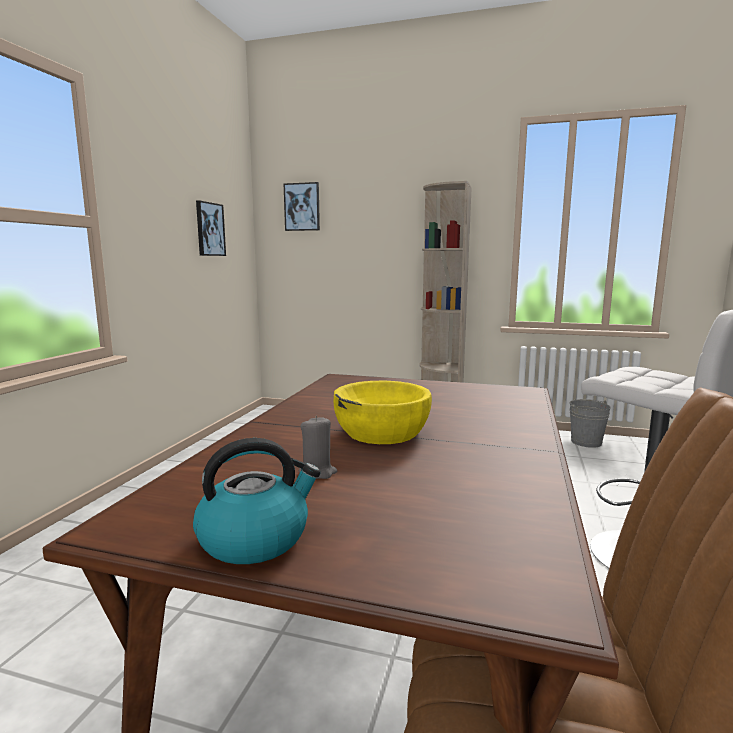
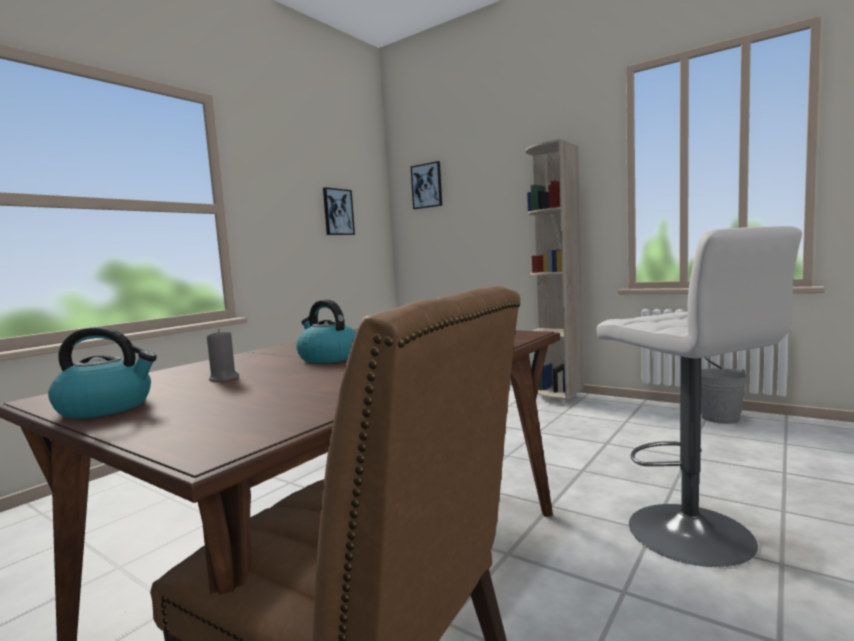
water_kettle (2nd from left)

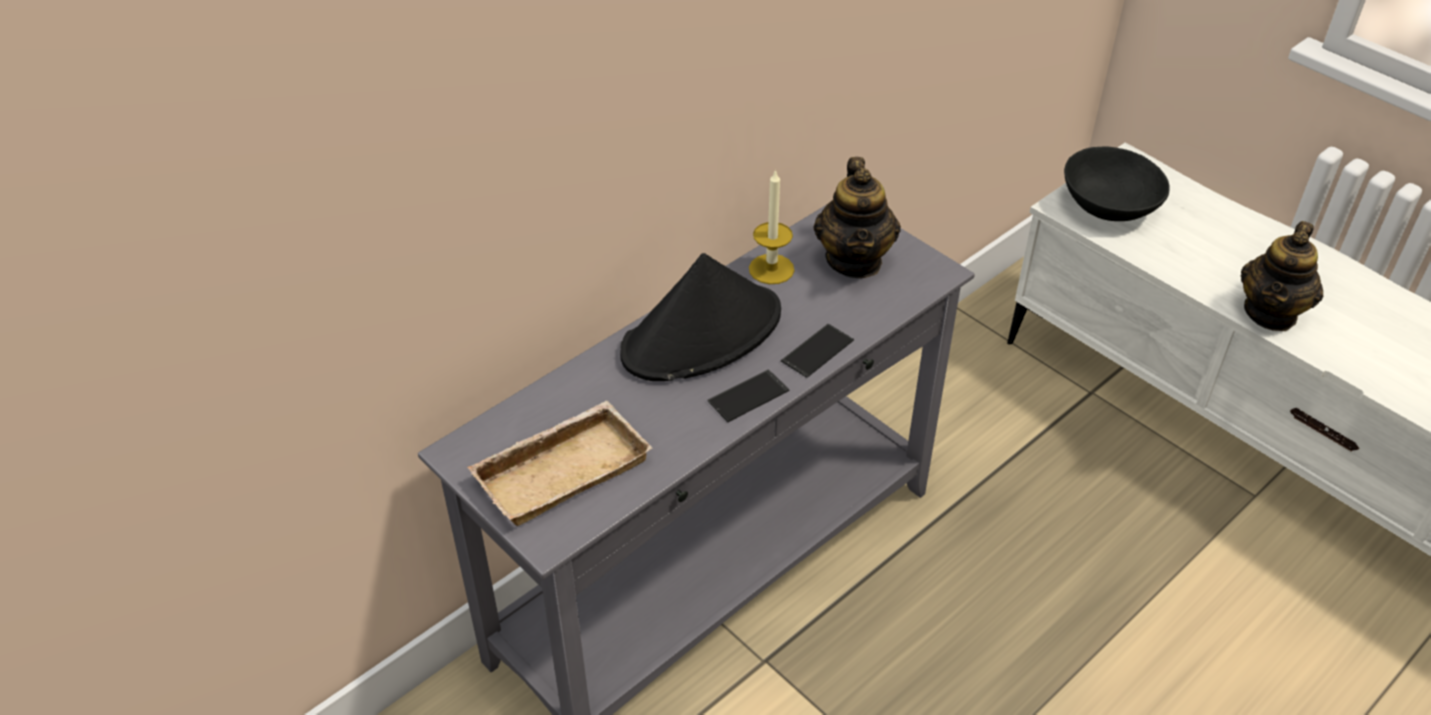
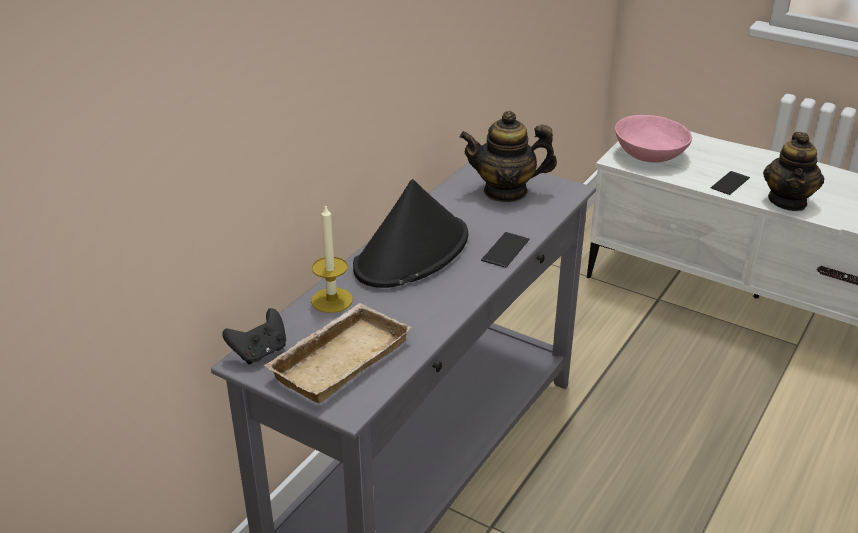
pink_bowl
tea_pot (1st from left)
wax_candle
telephone (2nd from left)
black-coloured_game_controller

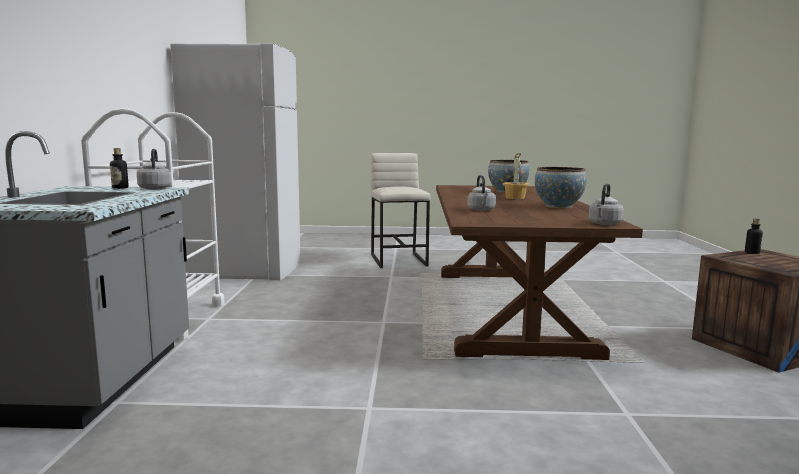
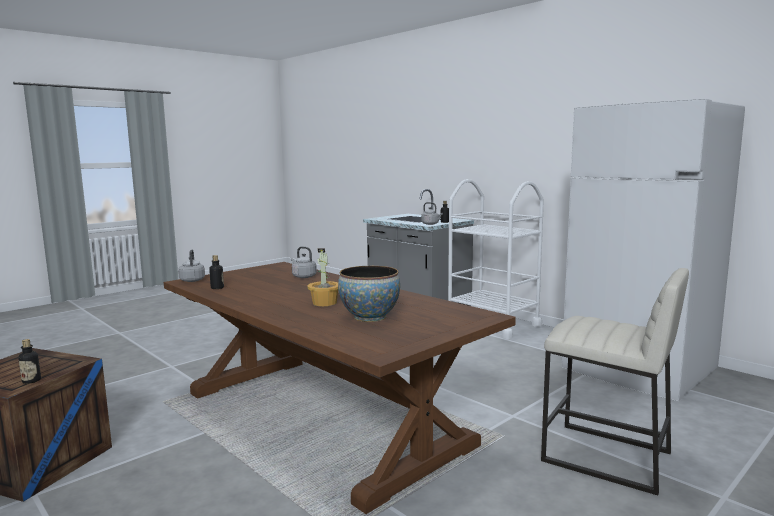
bowl (2nd from left in the first image)
beverage_bottle (2nd from left)

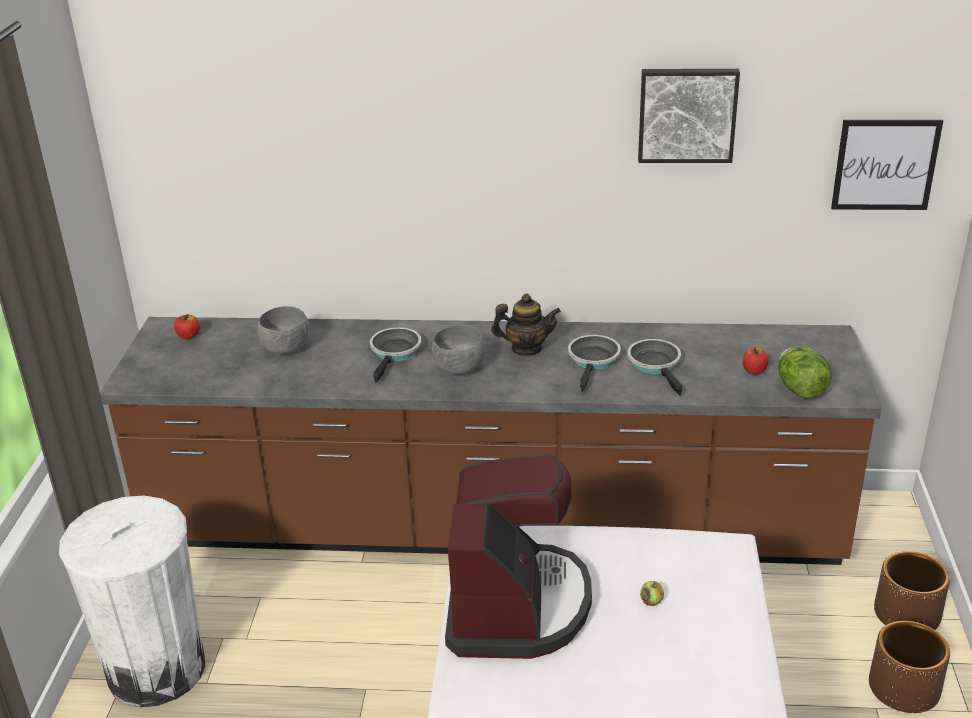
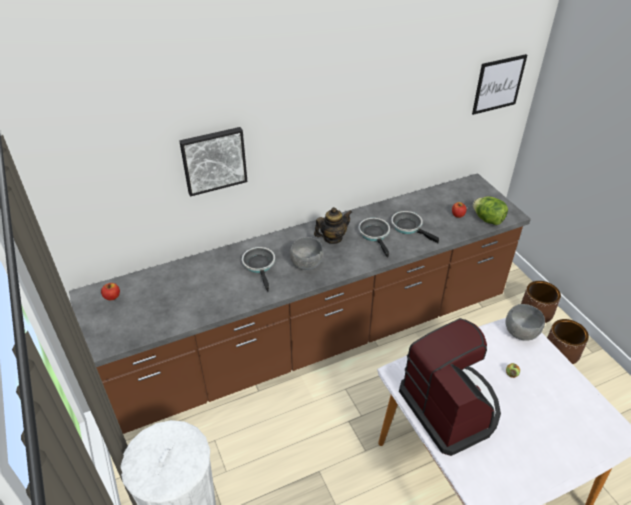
picture (1st from left)
gray_bowl (2nd from left)

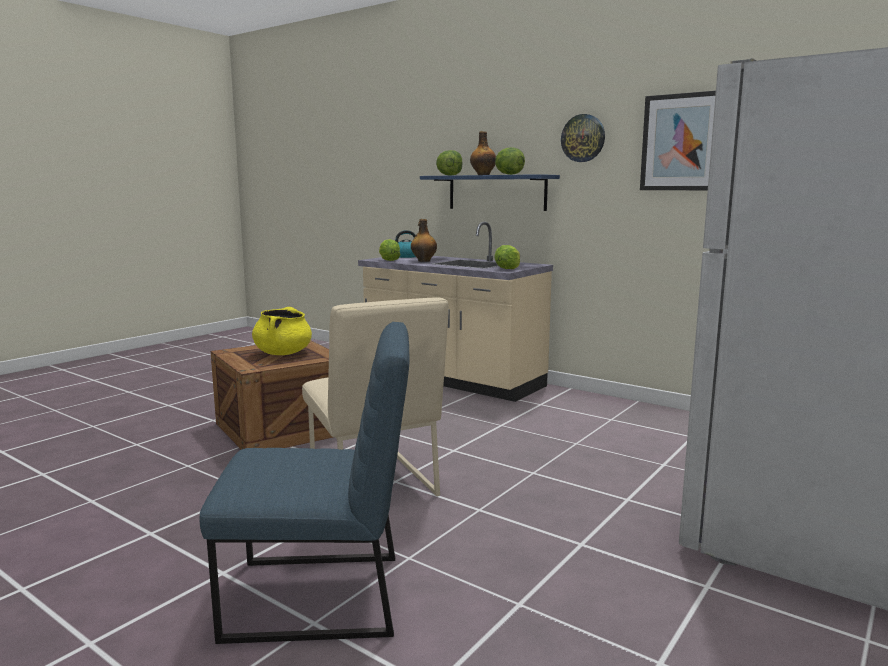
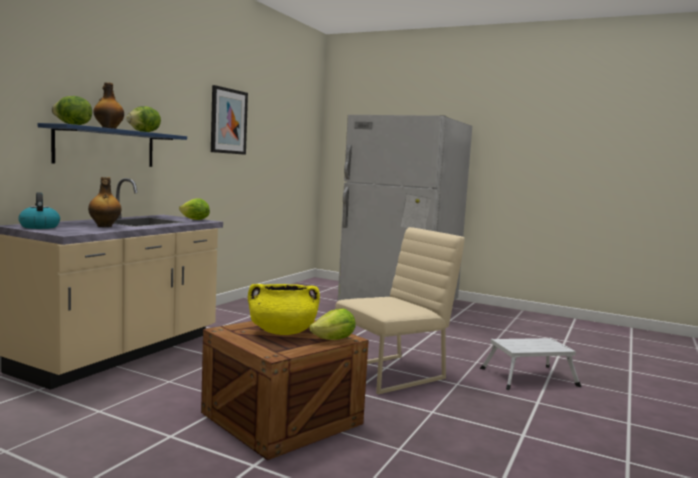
clock_on_the_wall
lettuce (4th from left)
white-coloured_stepladder

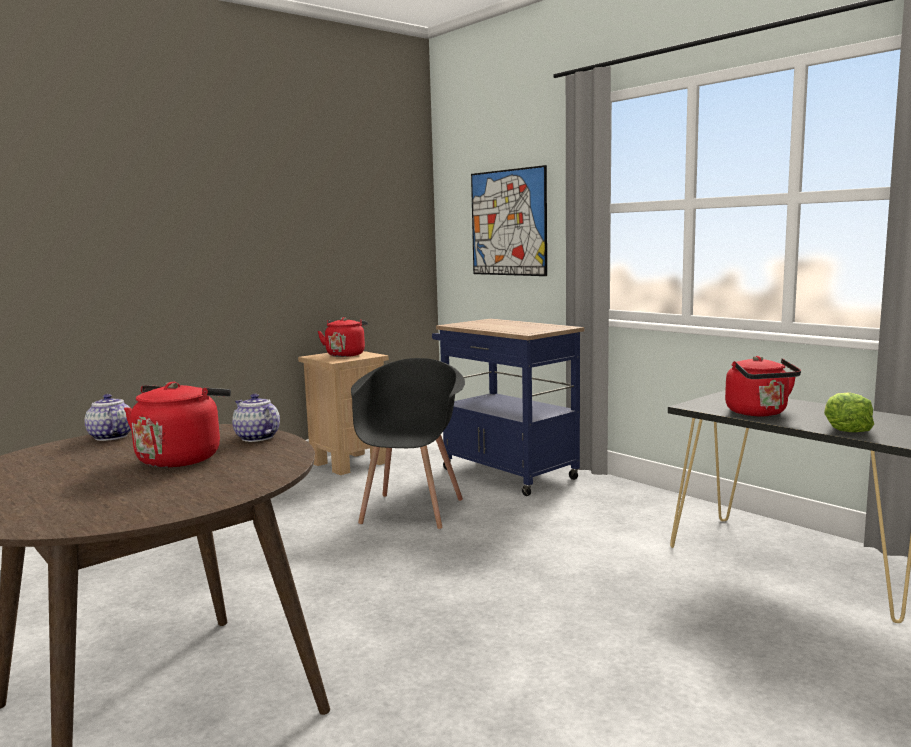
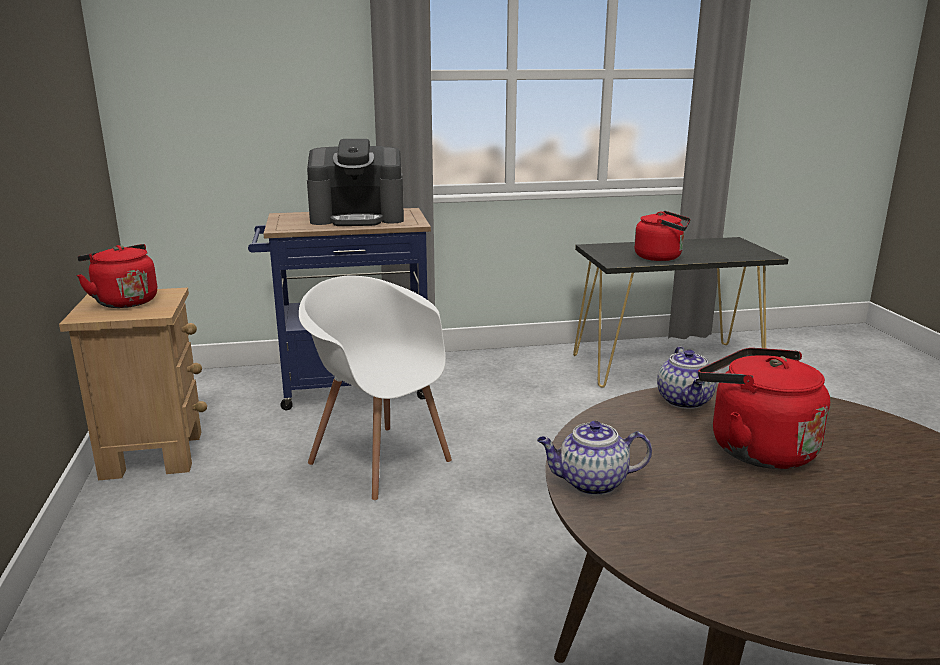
picture
white-coloured_upright_chair
lettuce
tea_pot (2nd from left)
coffee_maker

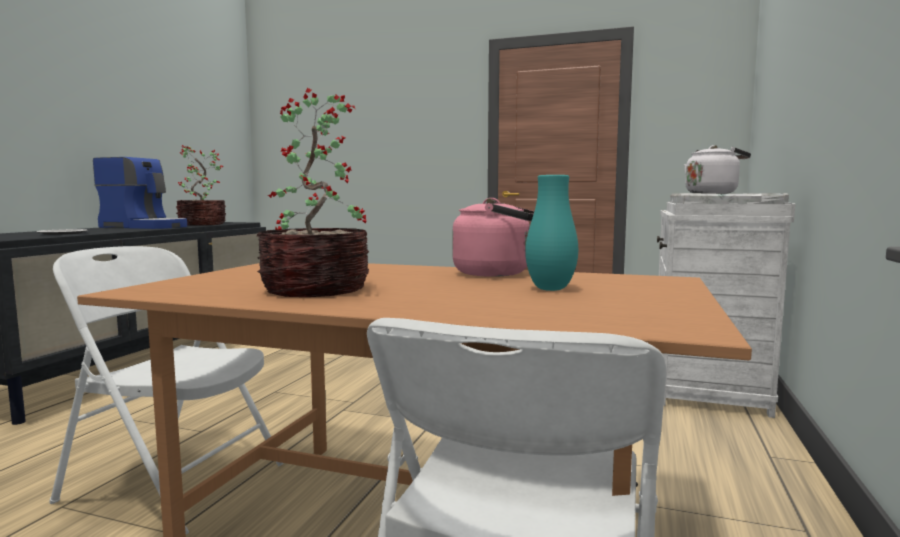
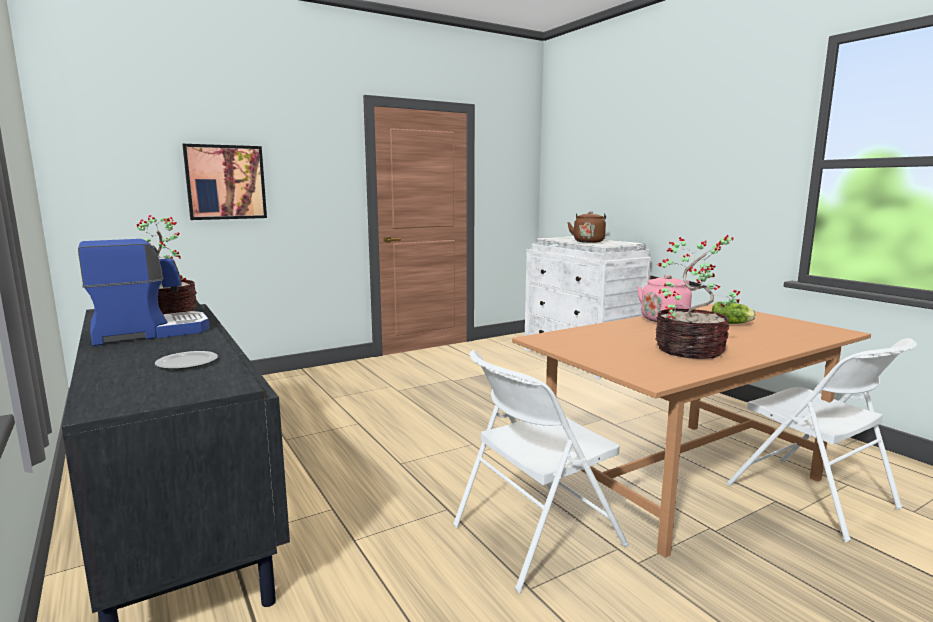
brownish_water_kettle
lettuce
picture

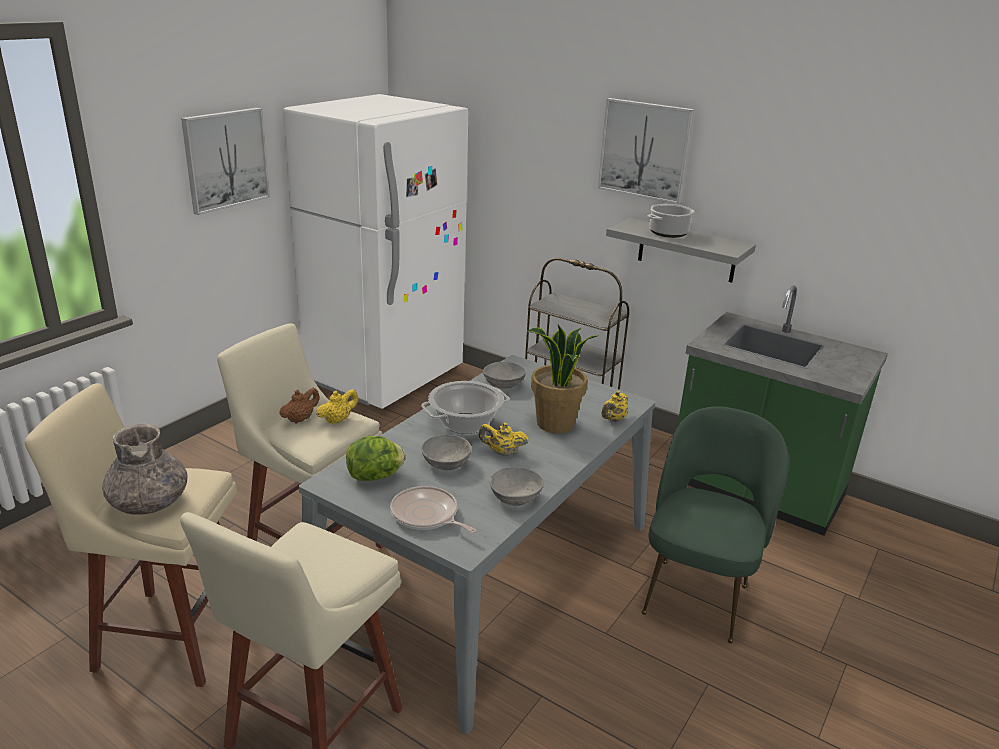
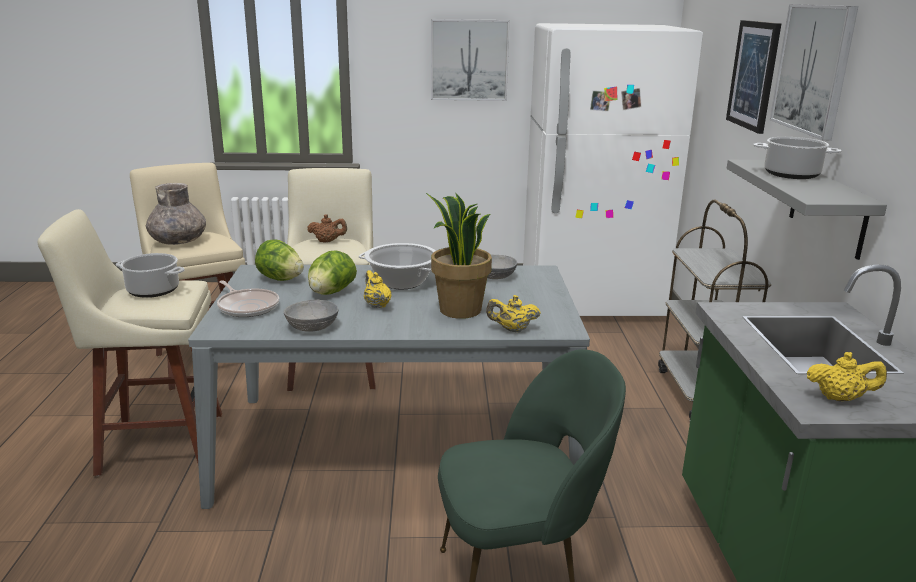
yellow_tea_pot (3rd from left)
lettuce (2nd from left)
skillet
picture (2nd from left)
cooking_pot (1st from left)

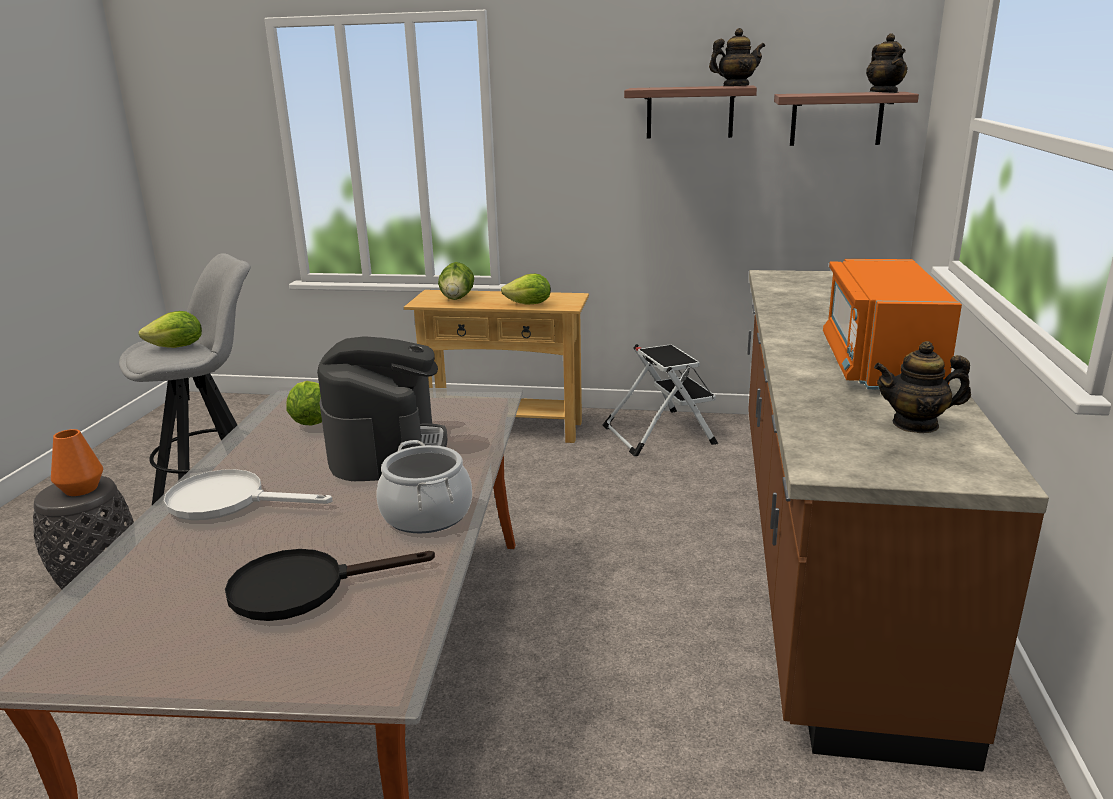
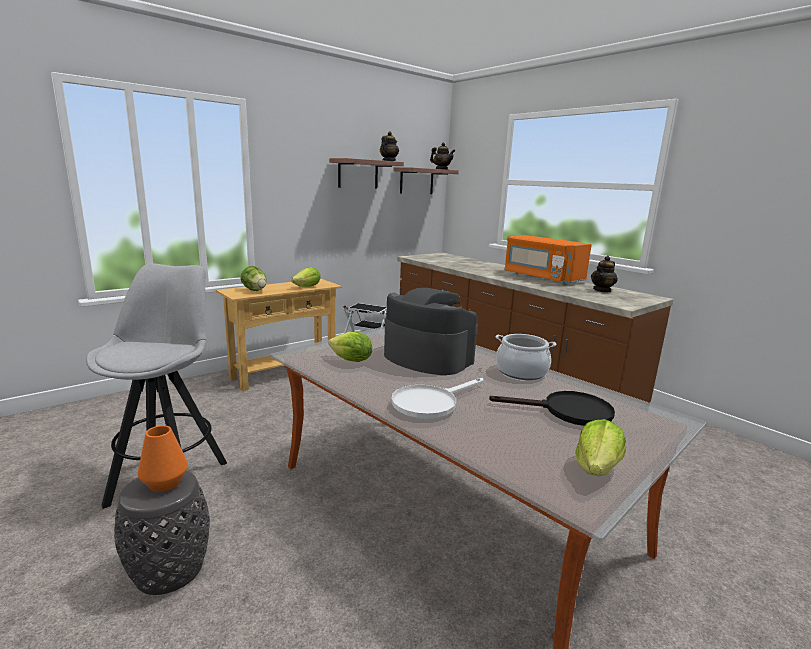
lettuce (4th from left)
black-coloured_skillet

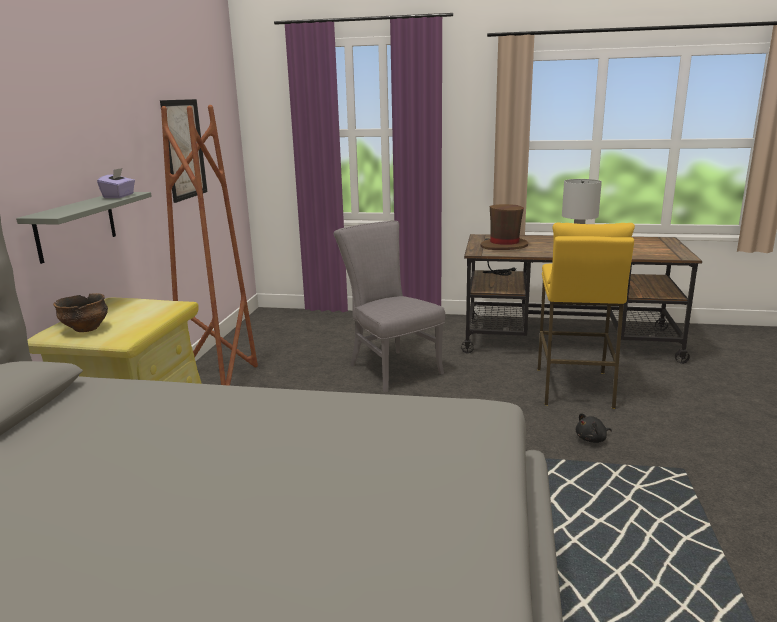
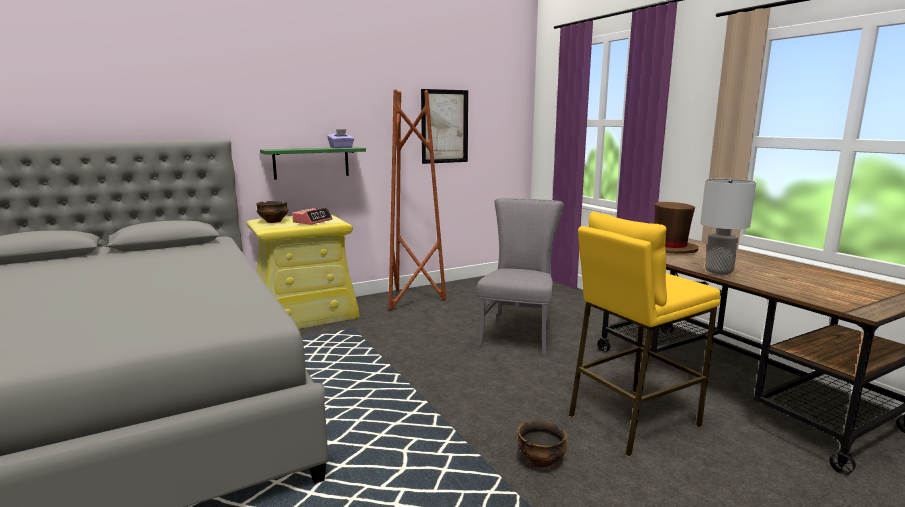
greenish_shelf
bowl (2nd from left)
table_clock

